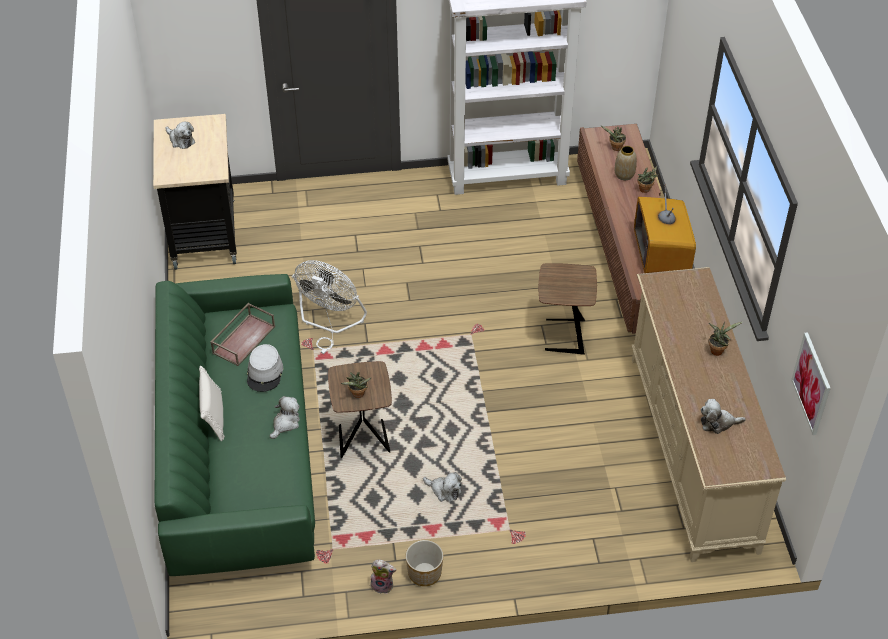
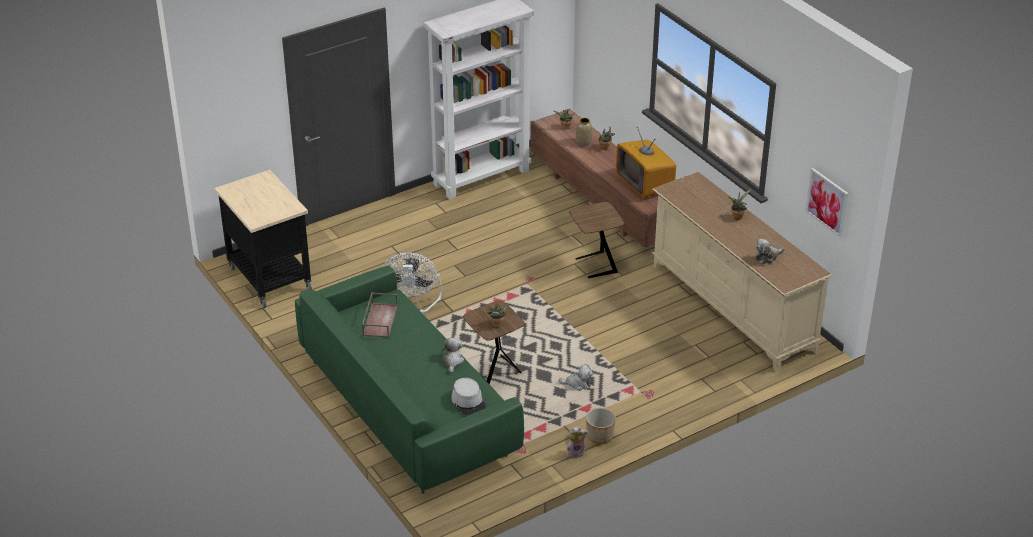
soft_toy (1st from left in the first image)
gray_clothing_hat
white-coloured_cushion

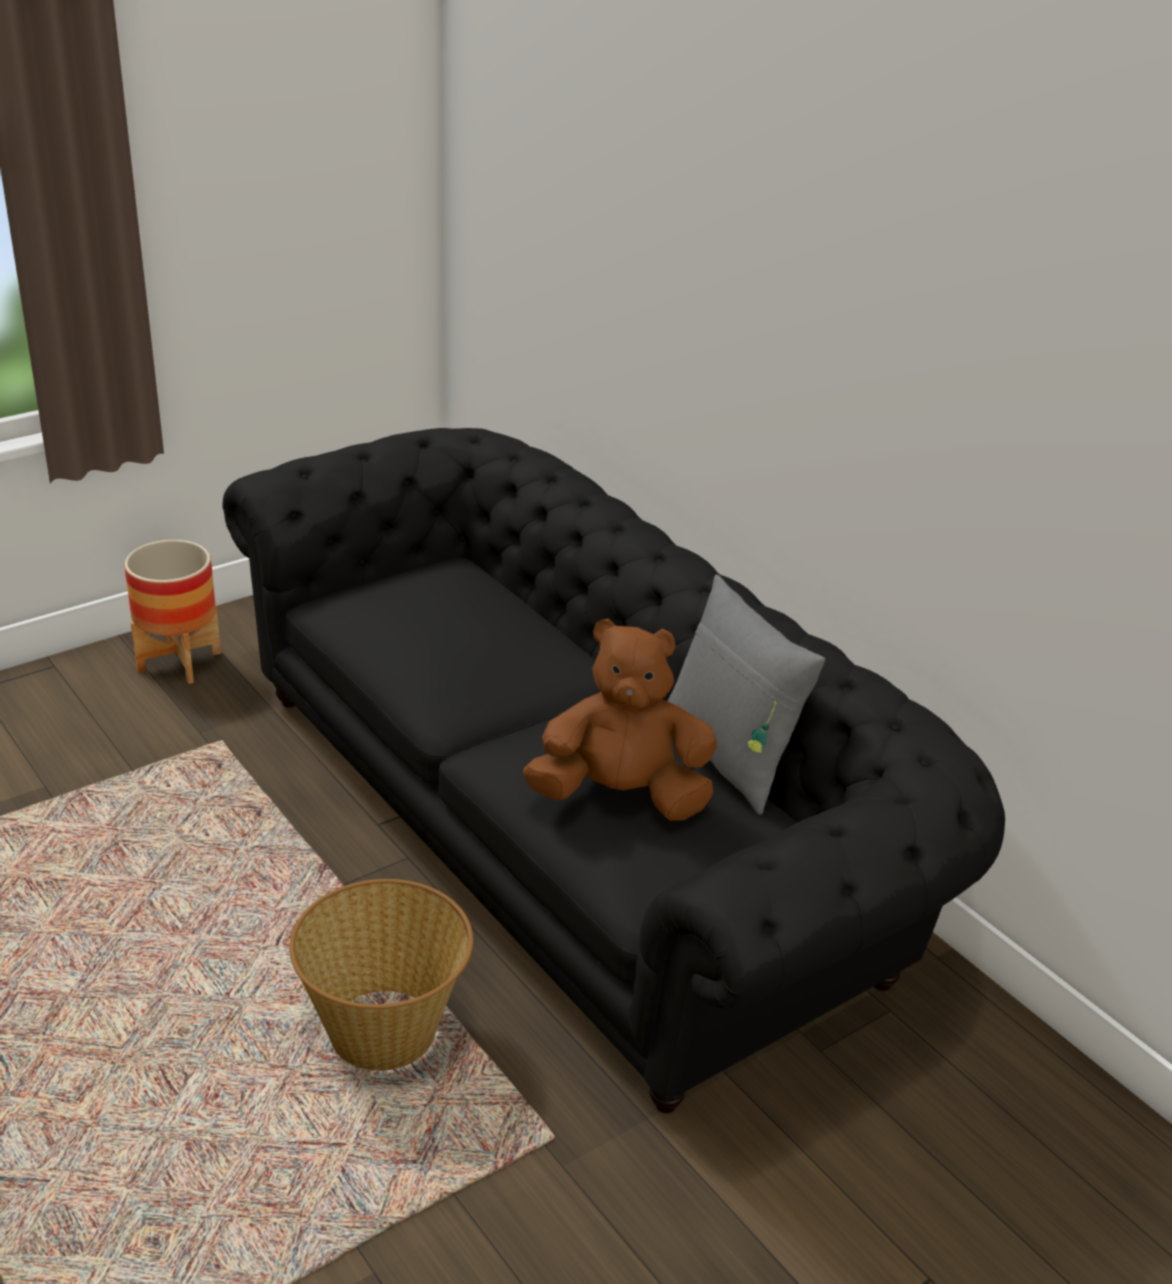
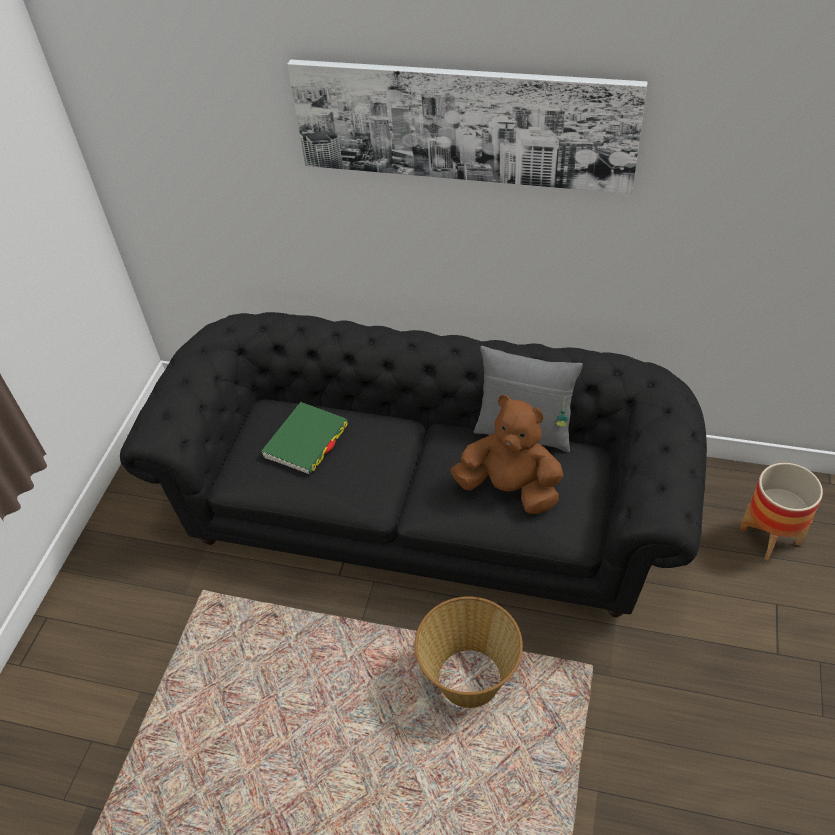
plant_pot
brownish_soft_toy
picture
greenish_volume

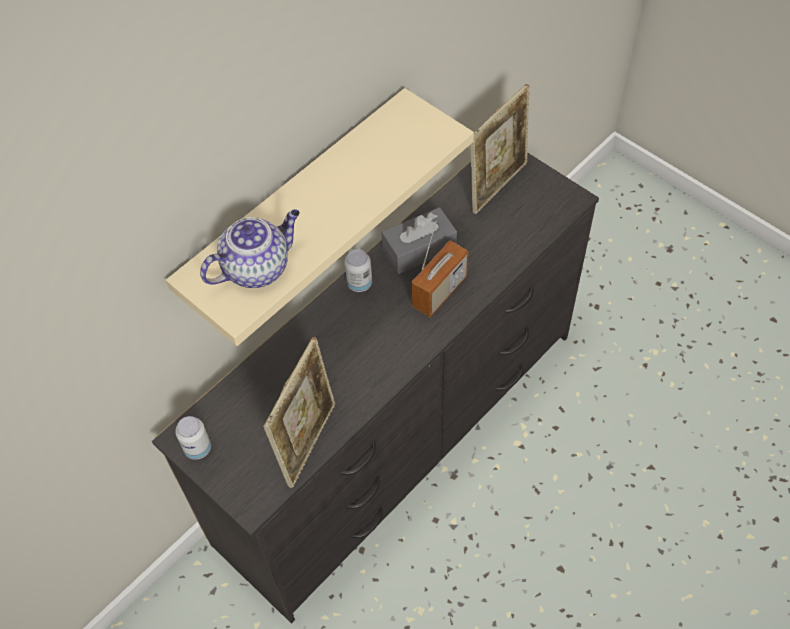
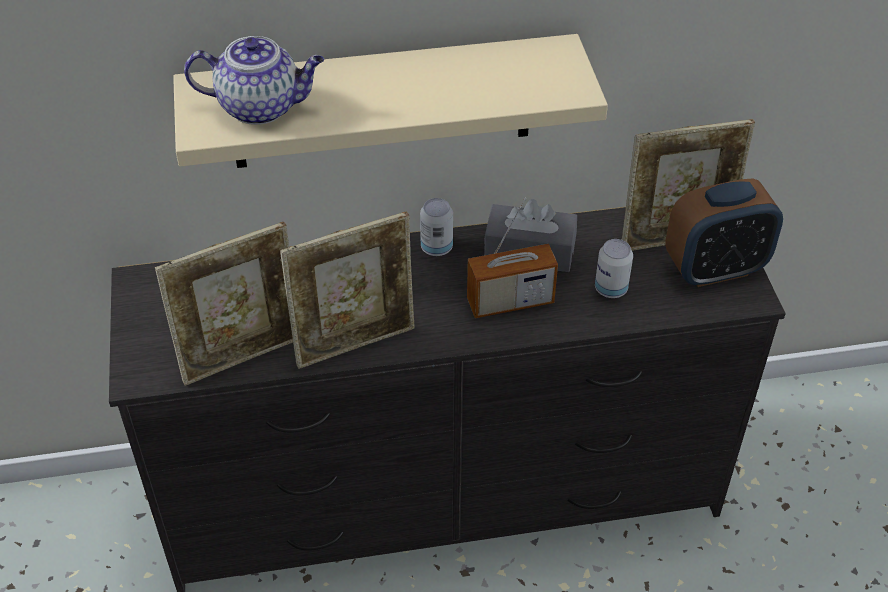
can (2nd from left)
table_clock
photo_frame (2nd from left)

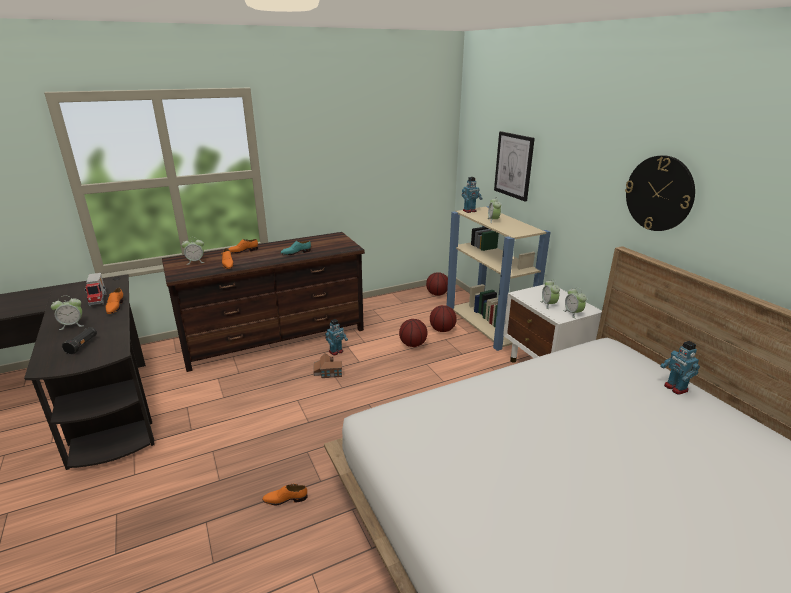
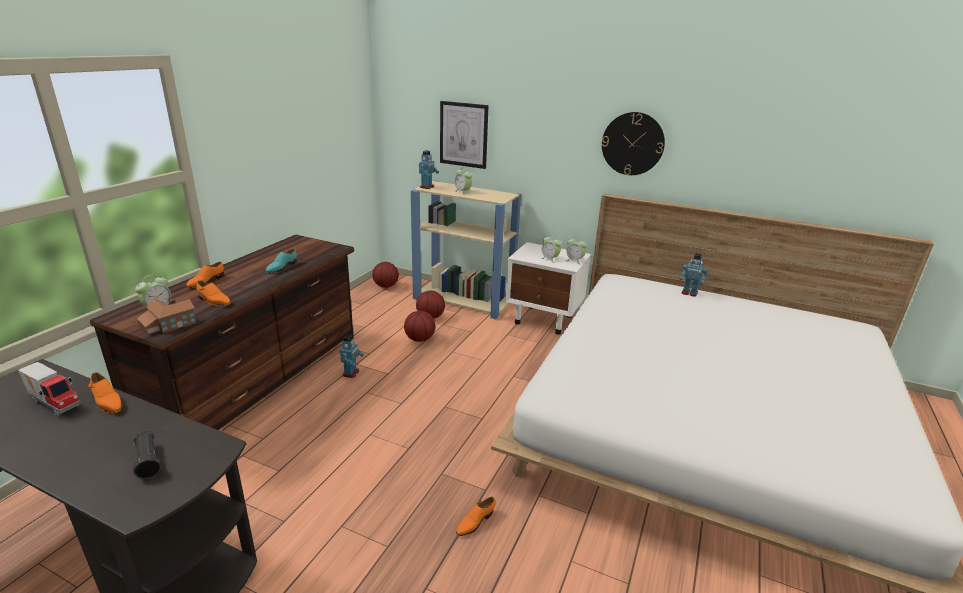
table_clock (1st from left in the first image)
model_house

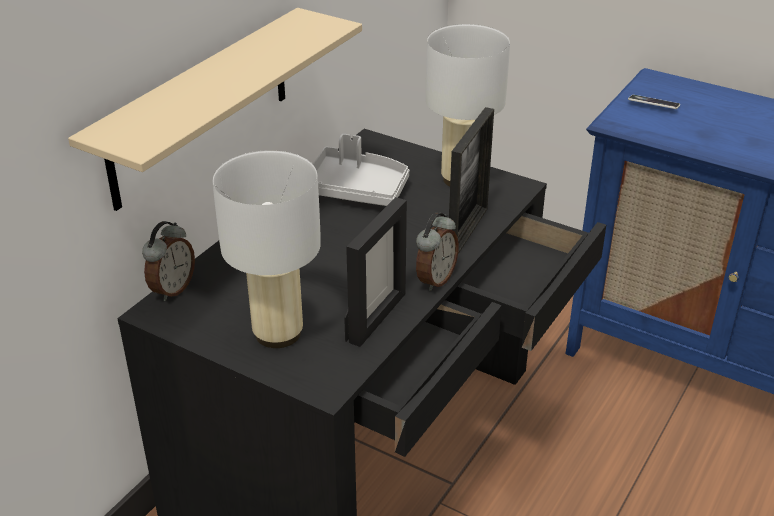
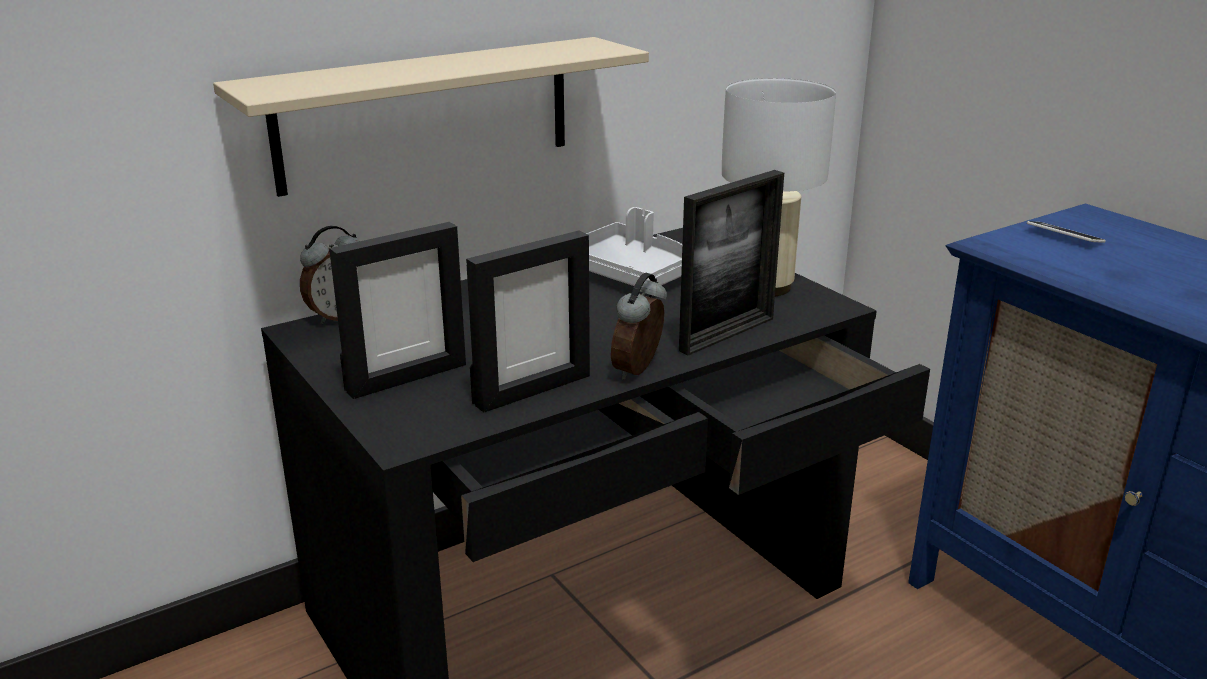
photo_frame (1st from left)
table_clock (2nd from left)

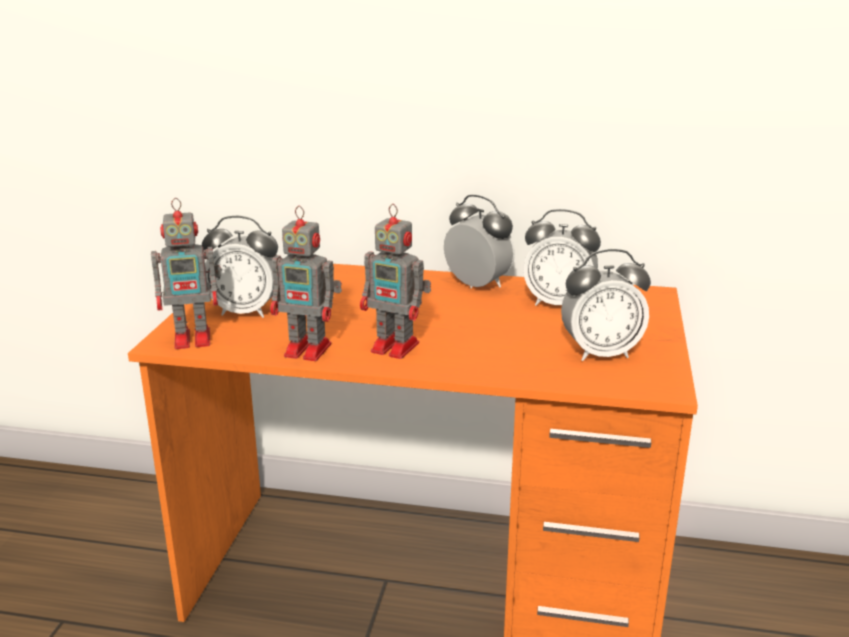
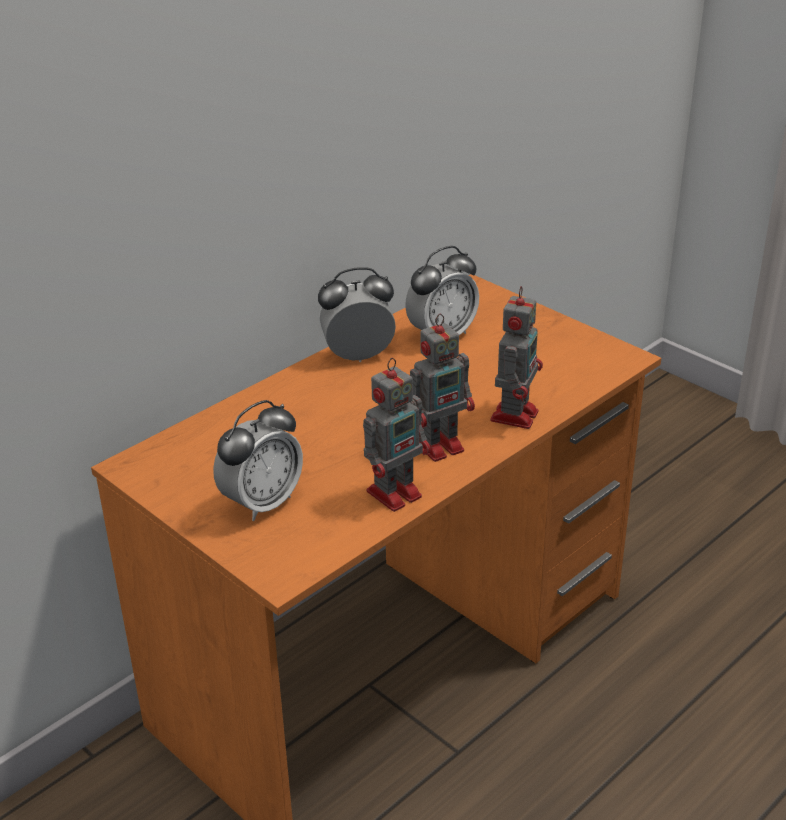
model_robot (3rd from left)
table_clock (4th from left in the first image)

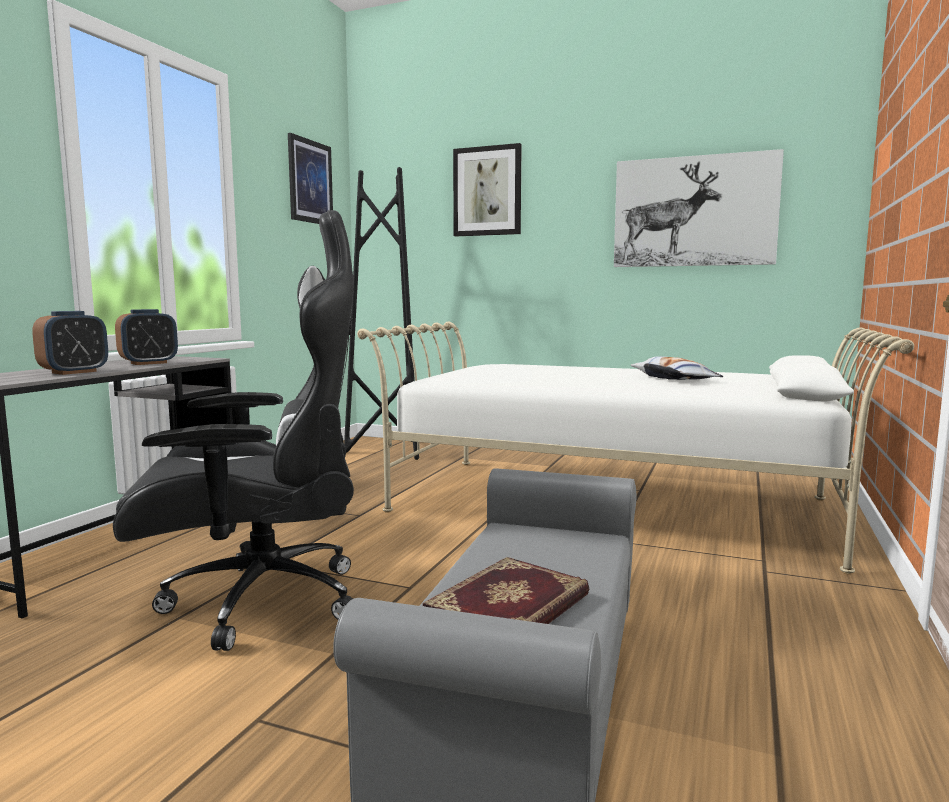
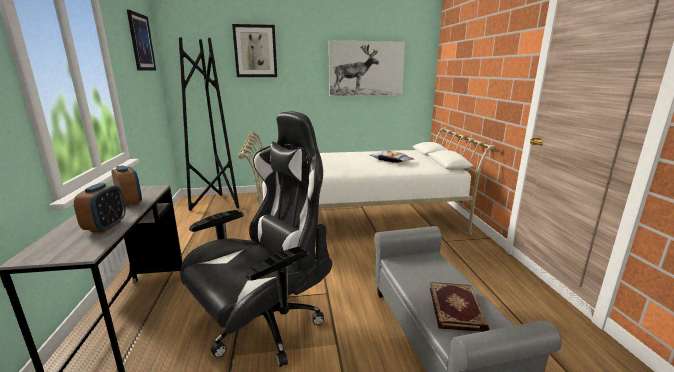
table_clock (2nd from left)

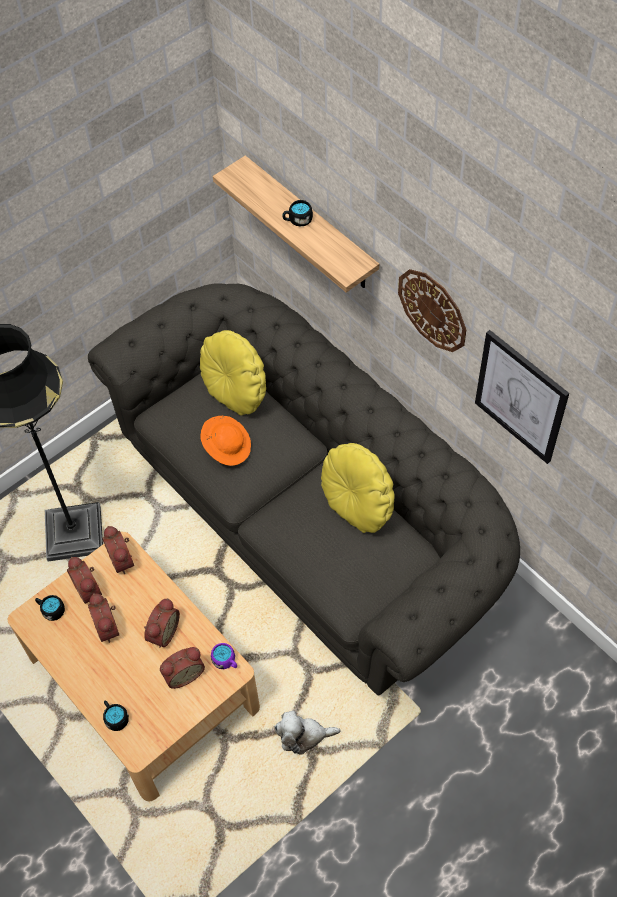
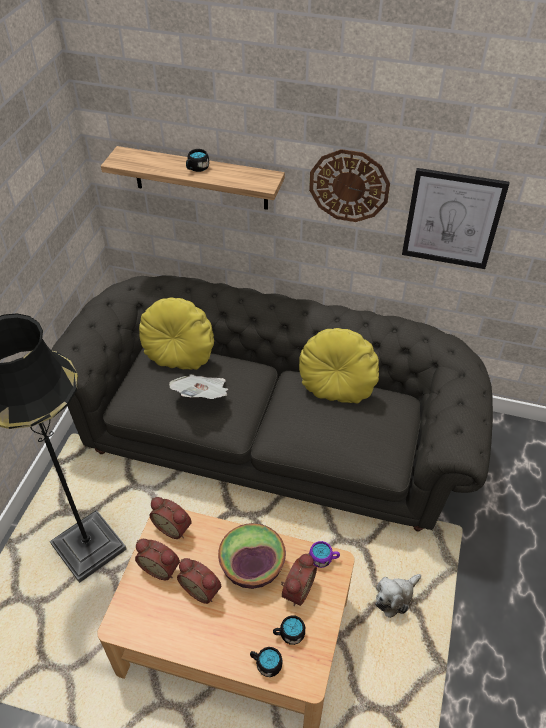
newspaper
black-coloured_tea_mug (3rd from left)
bowl

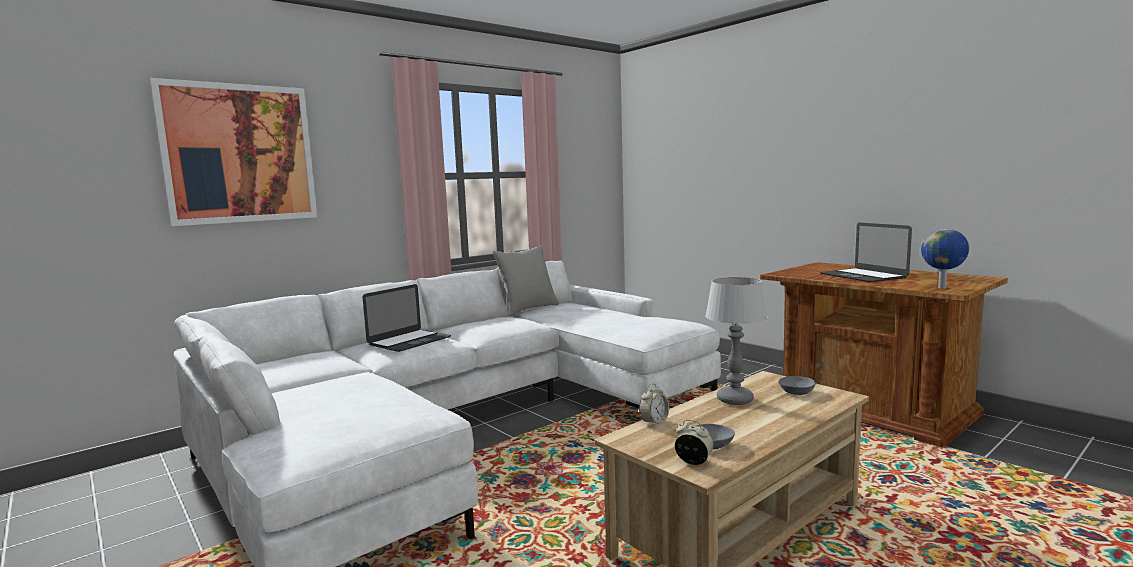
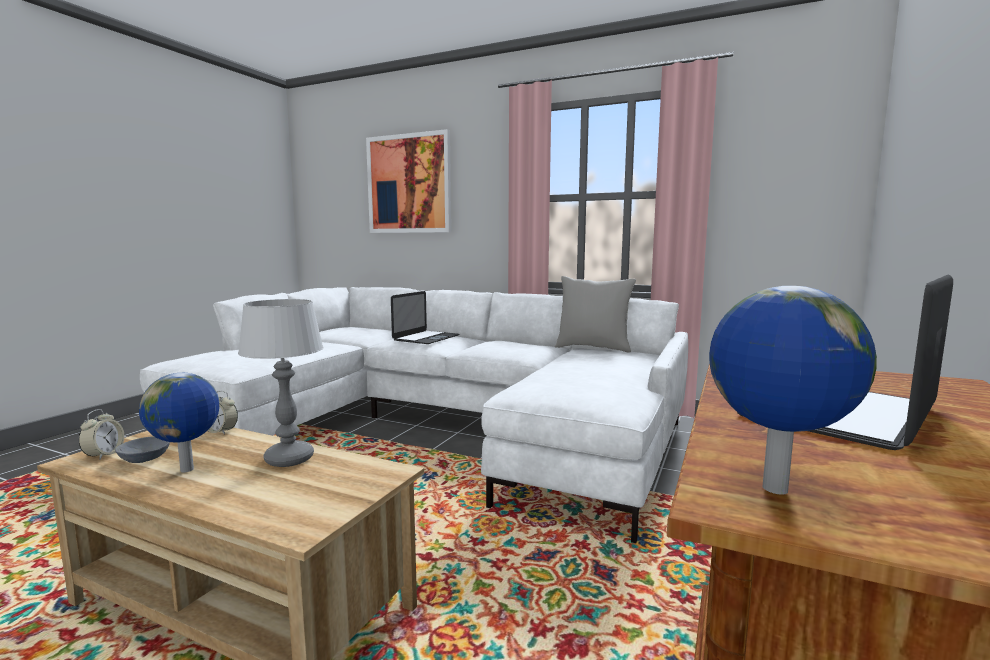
notebook_computer (1st from left)
gray_bowl (2nd from left in the first image)
world_globe (1st from left)

